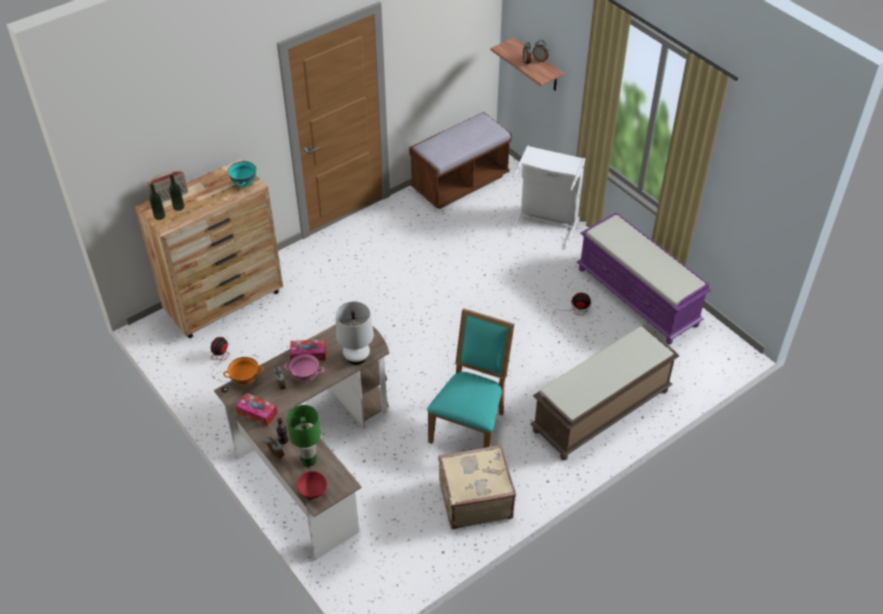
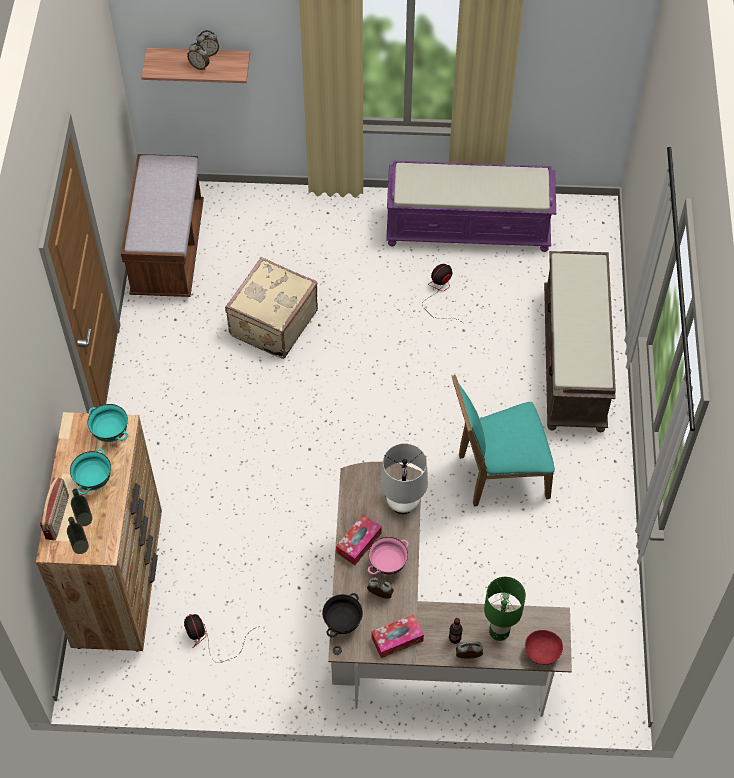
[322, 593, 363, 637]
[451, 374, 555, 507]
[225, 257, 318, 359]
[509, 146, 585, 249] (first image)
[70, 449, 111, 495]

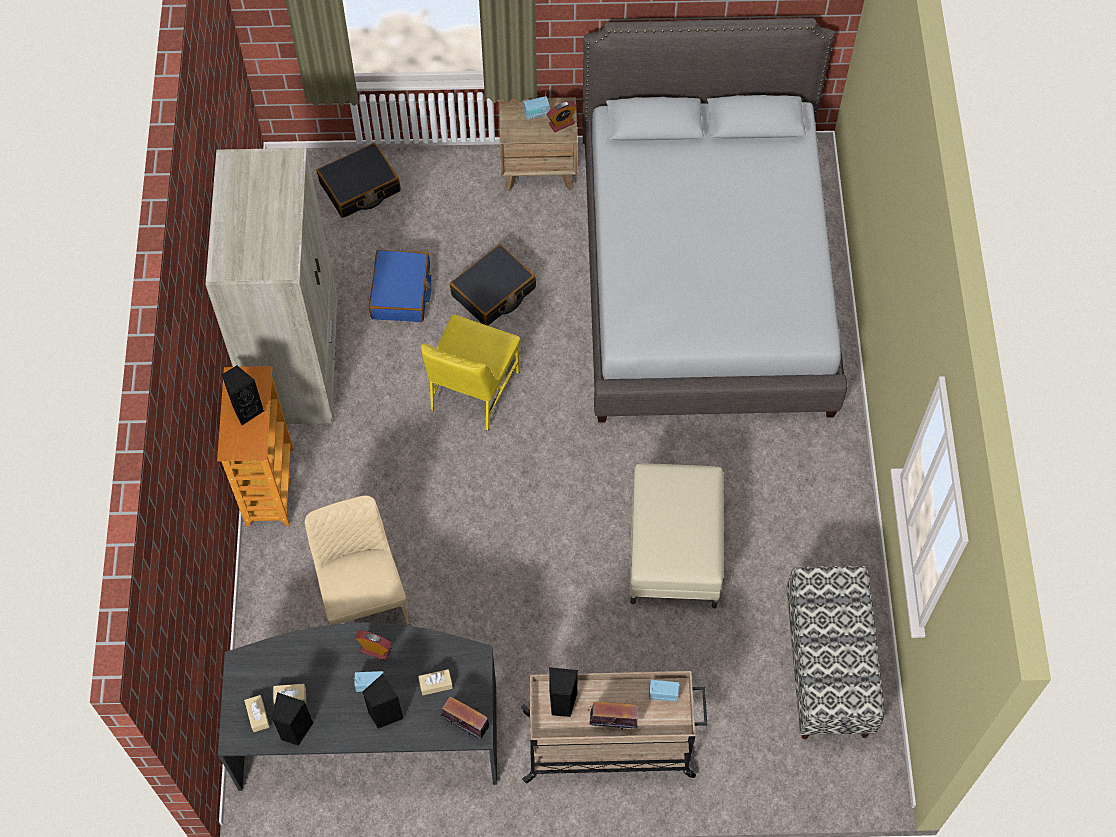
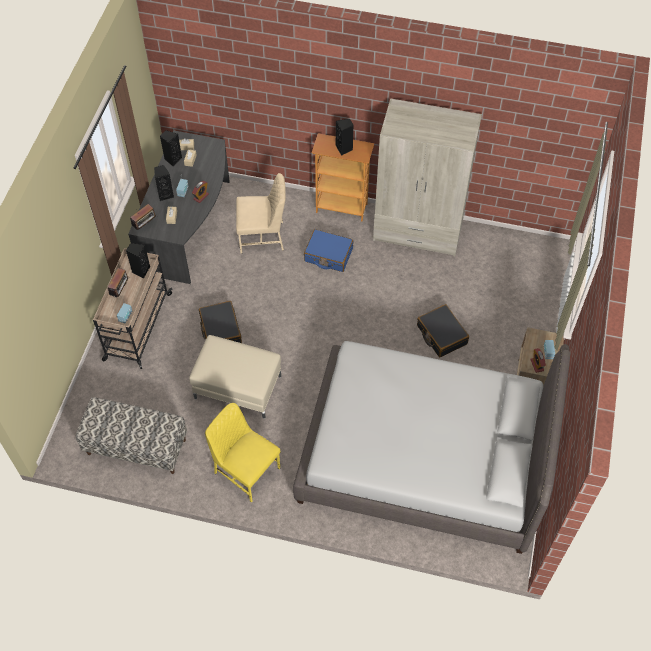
[199, 301, 242, 343]
[304, 229, 353, 272]
[205, 403, 281, 503]

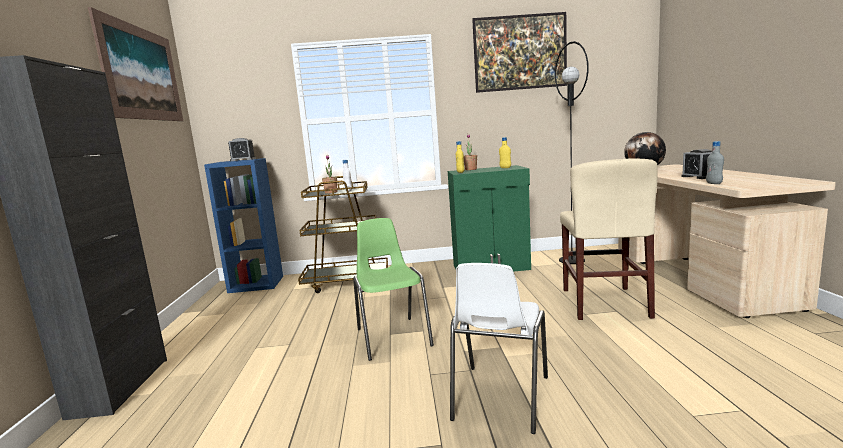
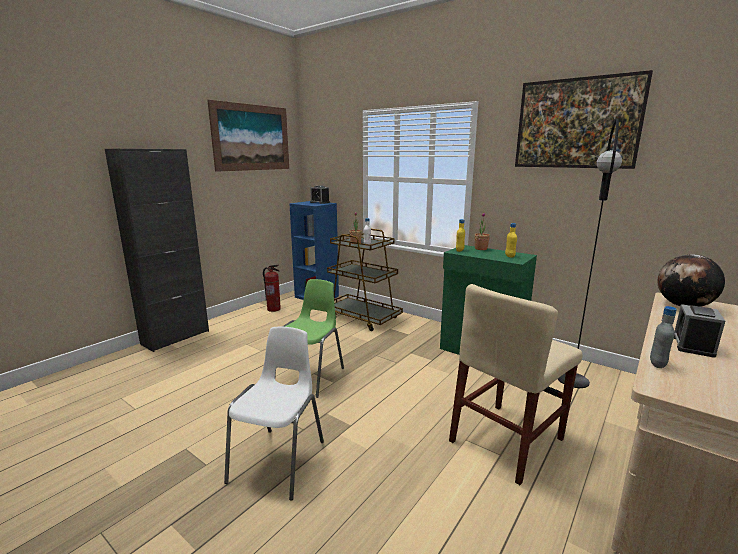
[224, 327, 324, 501]
[263, 265, 281, 312]

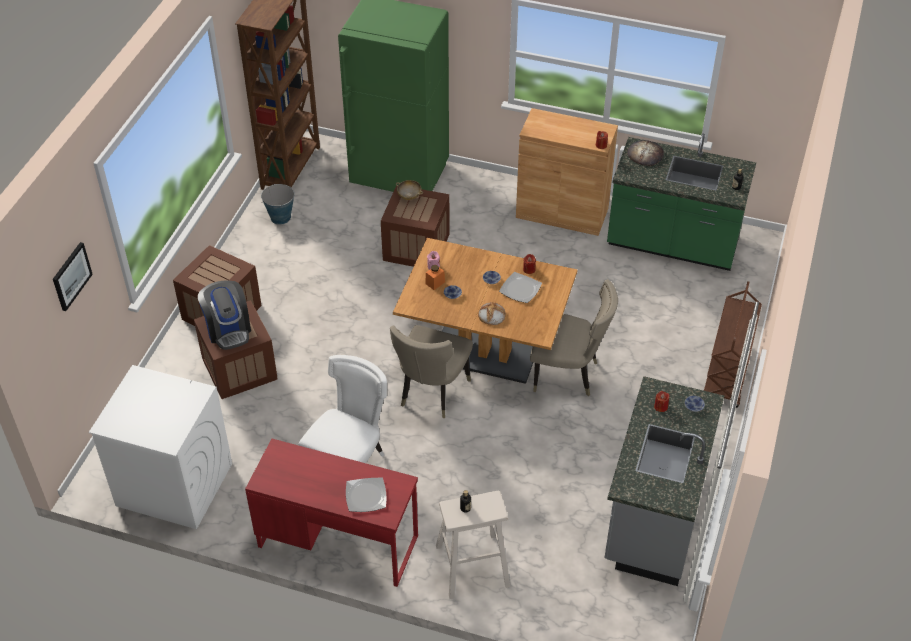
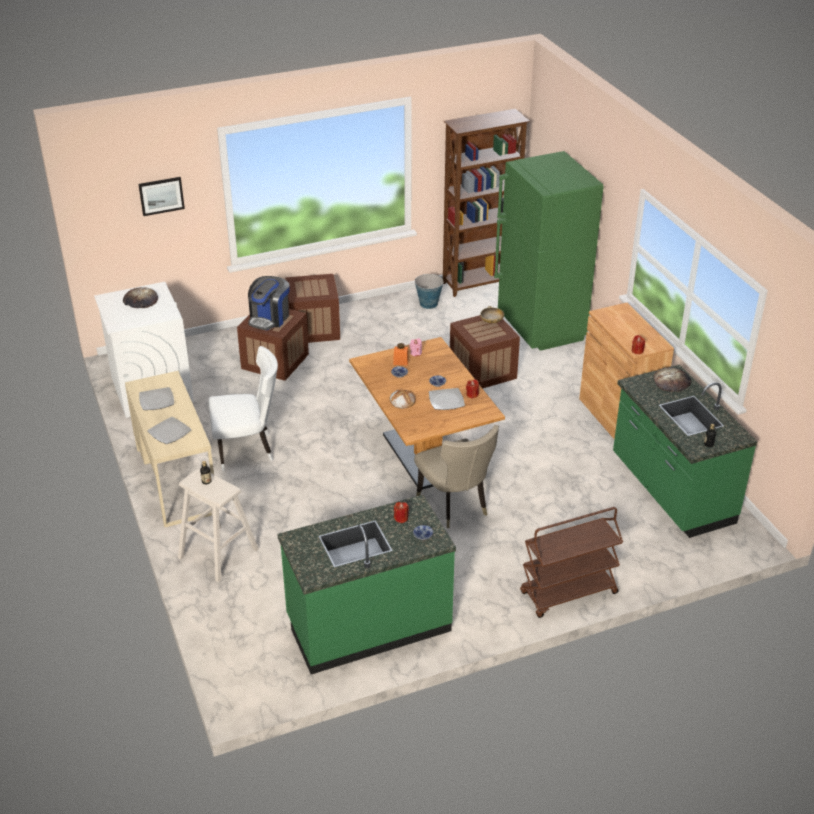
[125, 371, 214, 527]
[390, 325, 473, 418] (first image)
[277, 495, 456, 674]
[123, 287, 158, 308]
[139, 387, 174, 410]

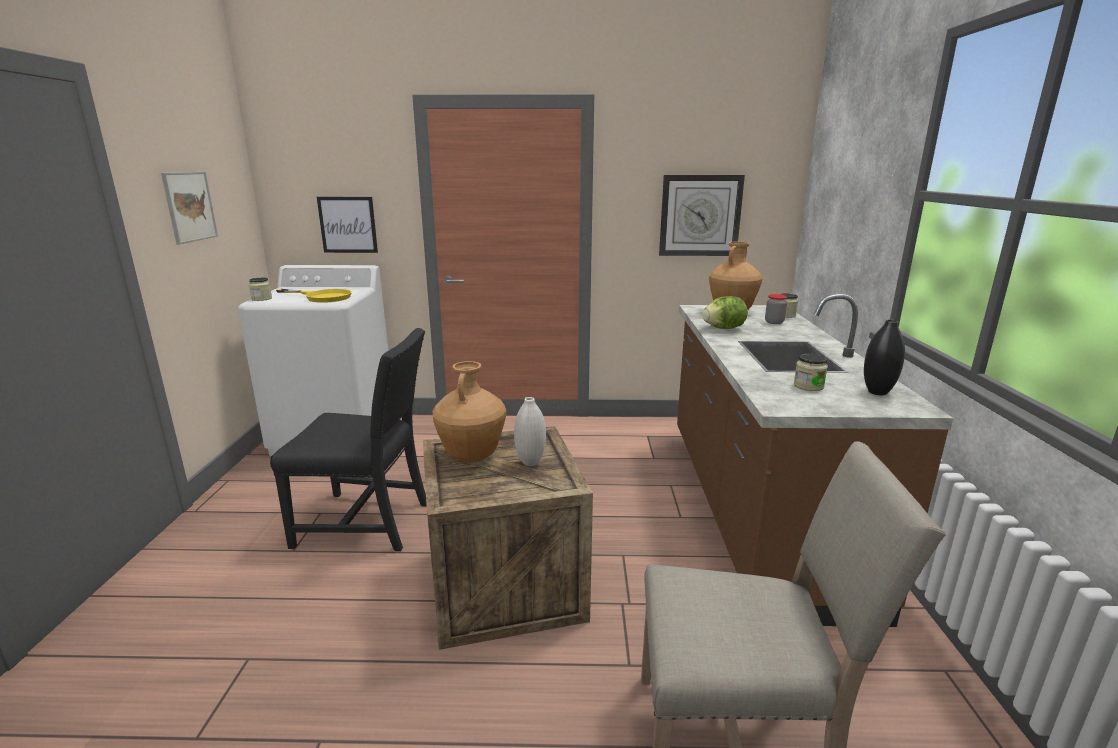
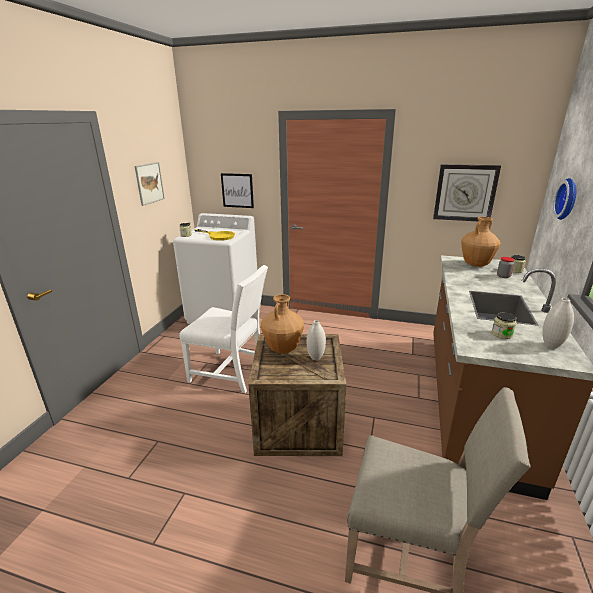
[179, 265, 268, 393]
[702, 296, 748, 329] (first image)
[542, 298, 574, 348]
[553, 178, 576, 220]

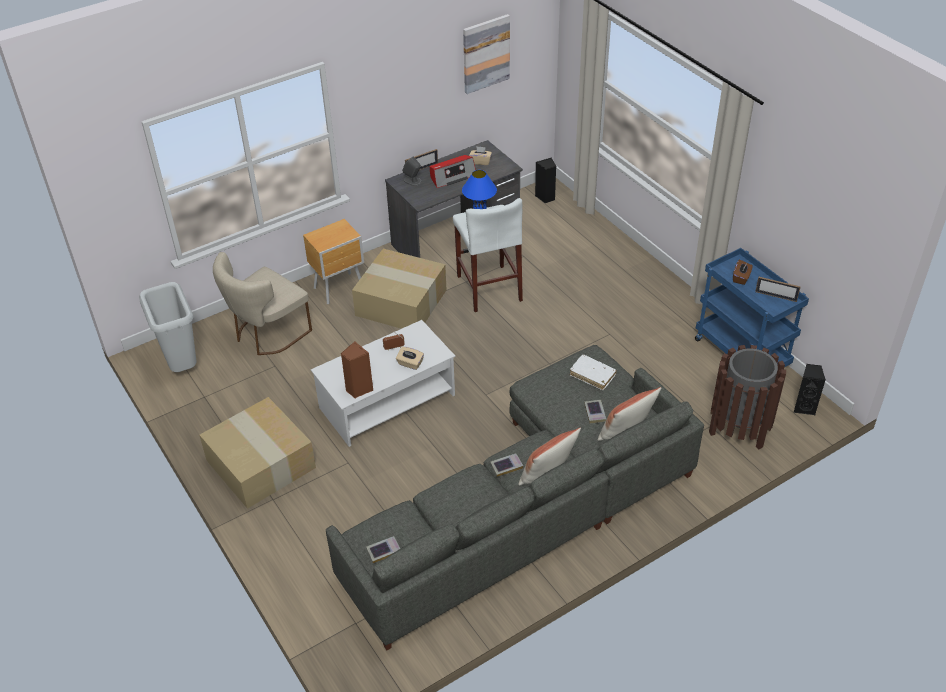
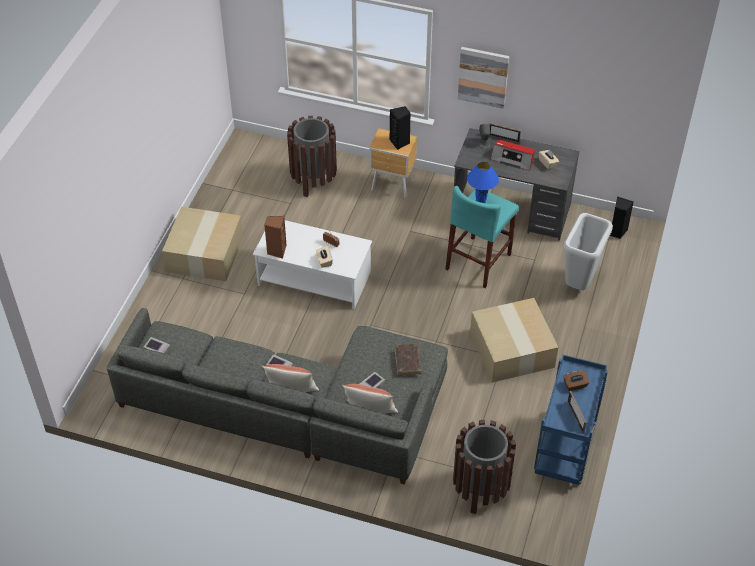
[564, 213, 613, 290]
[287, 116, 337, 197]
[470, 298, 558, 383]
[445, 186, 519, 288]
[458, 47, 509, 109]
[395, 344, 422, 376]
[390, 106, 411, 150]

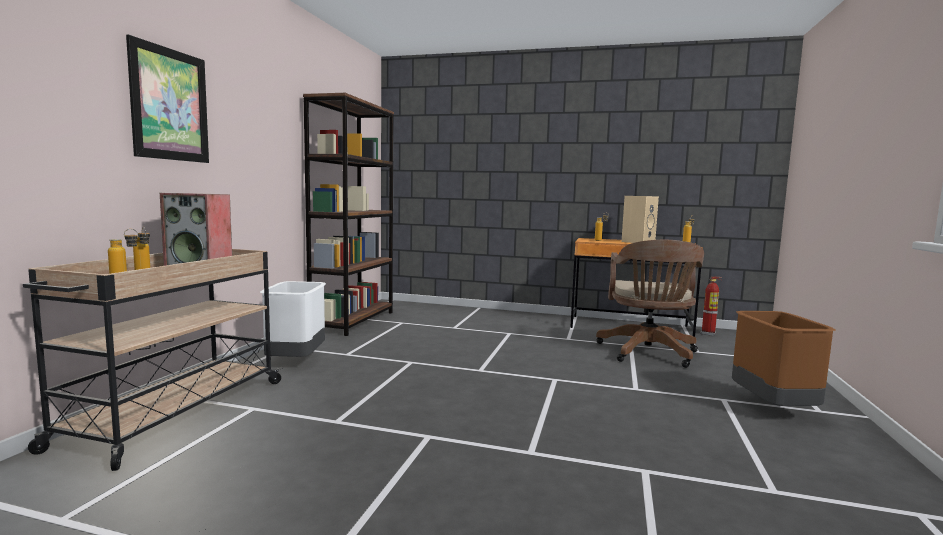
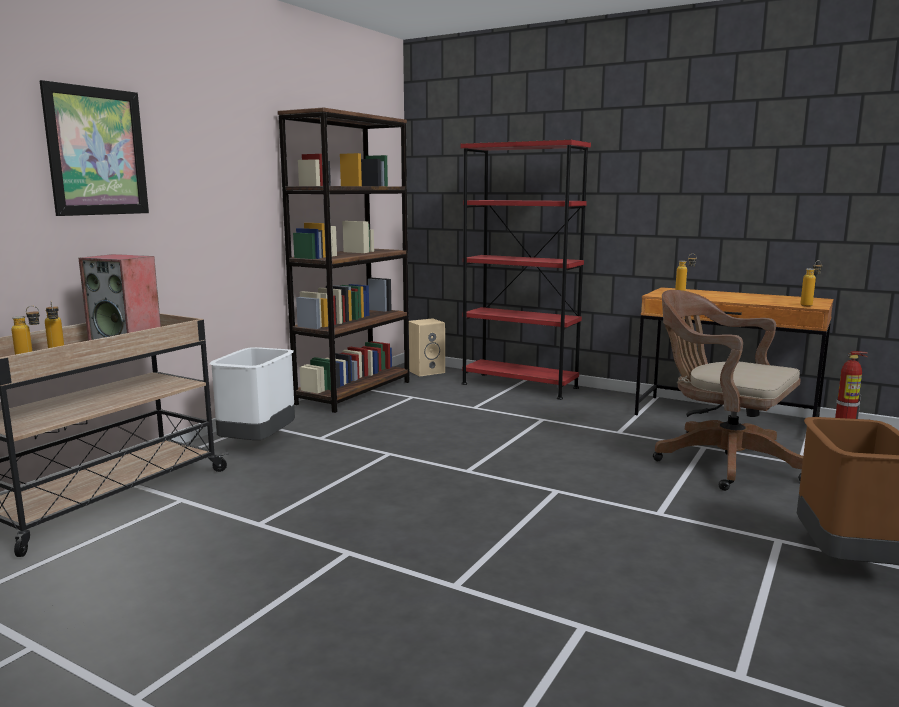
[653, 290, 803, 491]
[409, 318, 445, 377]
[461, 140, 591, 400]

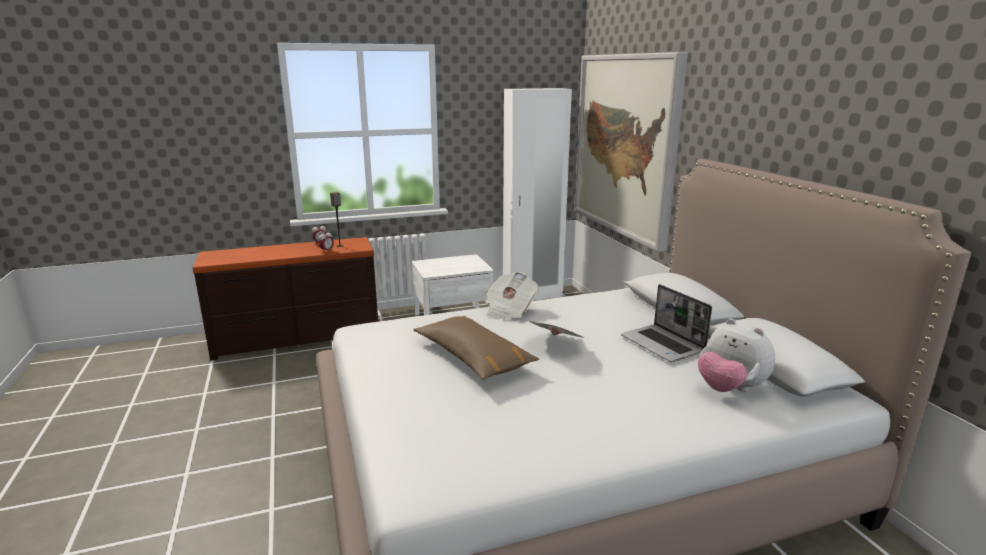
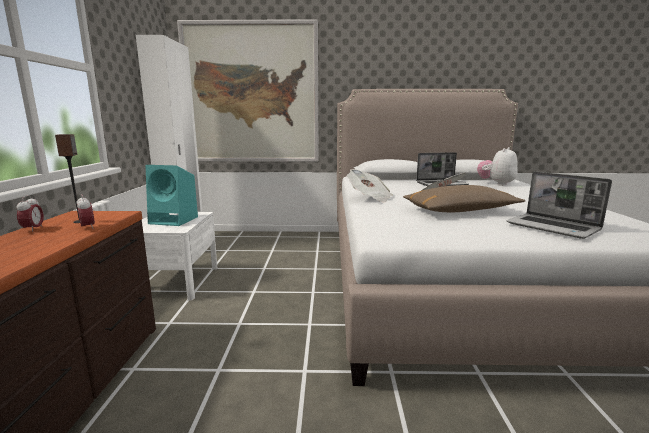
[477, 147, 518, 186]
[145, 165, 198, 226]
[507, 172, 612, 239]

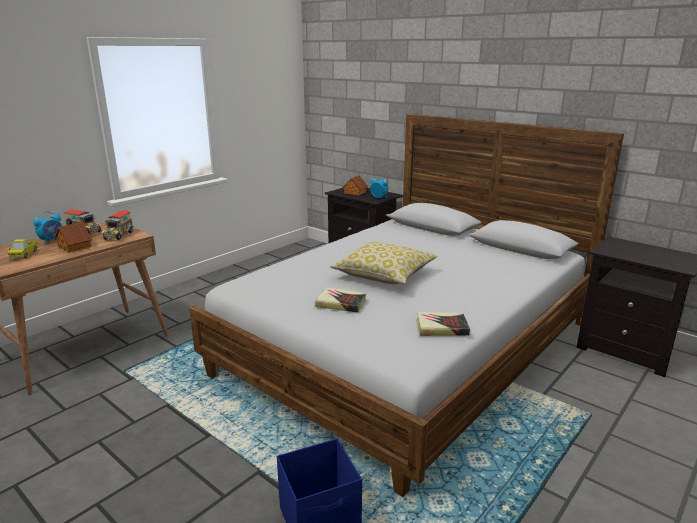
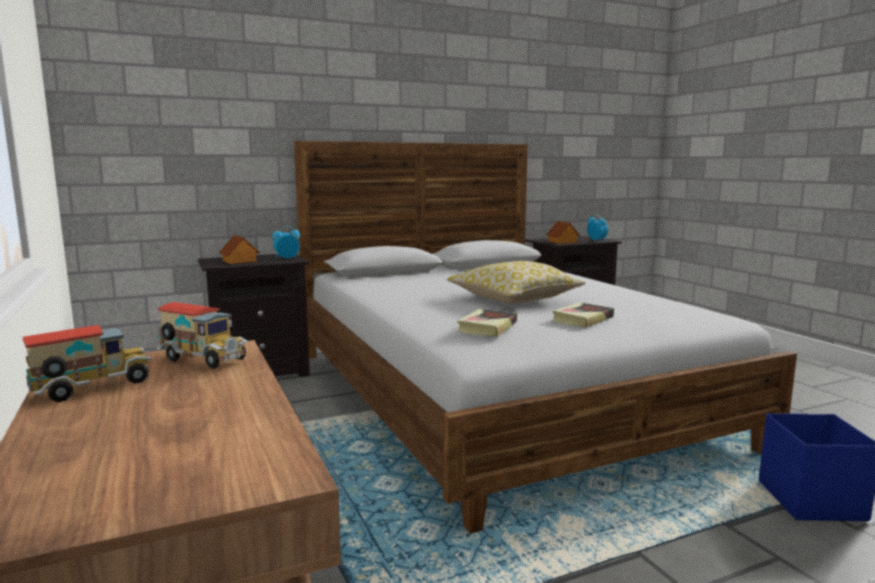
[8, 239, 38, 258] (first image)
[587, 214, 608, 241]
[546, 221, 580, 244]
[457, 309, 517, 337]

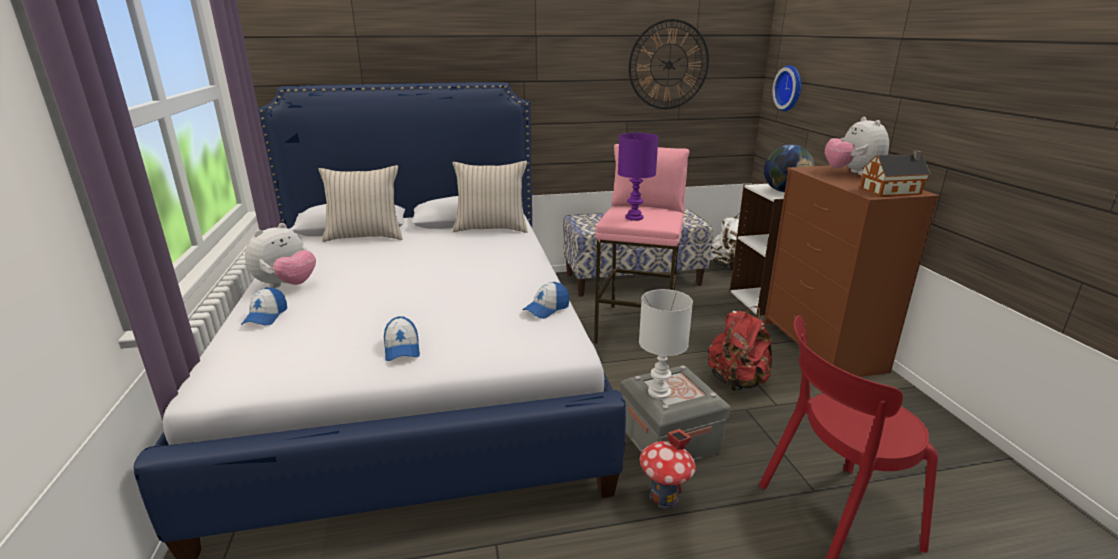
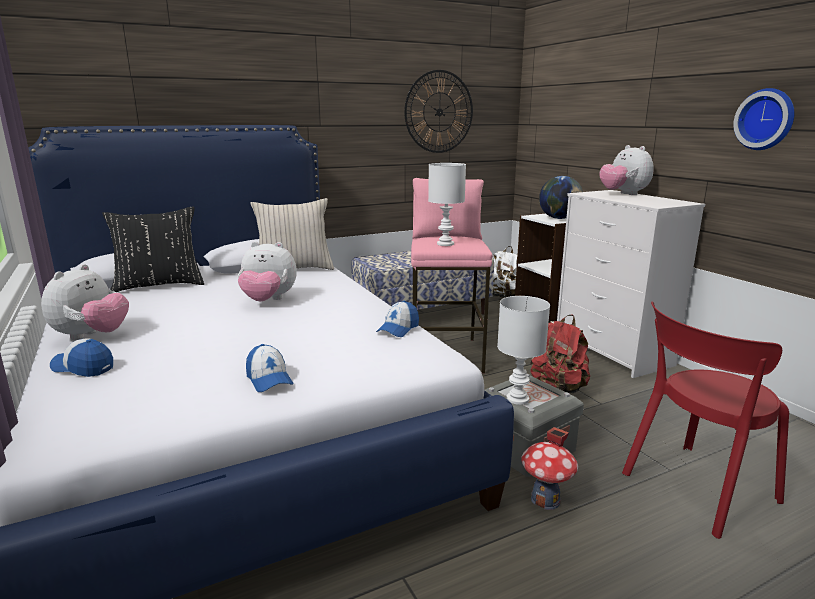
[50, 338, 113, 377]
[102, 206, 204, 292]
[428, 163, 466, 246]
[557, 190, 705, 378]
[733, 88, 795, 150]
[860, 151, 931, 197] (first image)
[238, 241, 297, 301]

